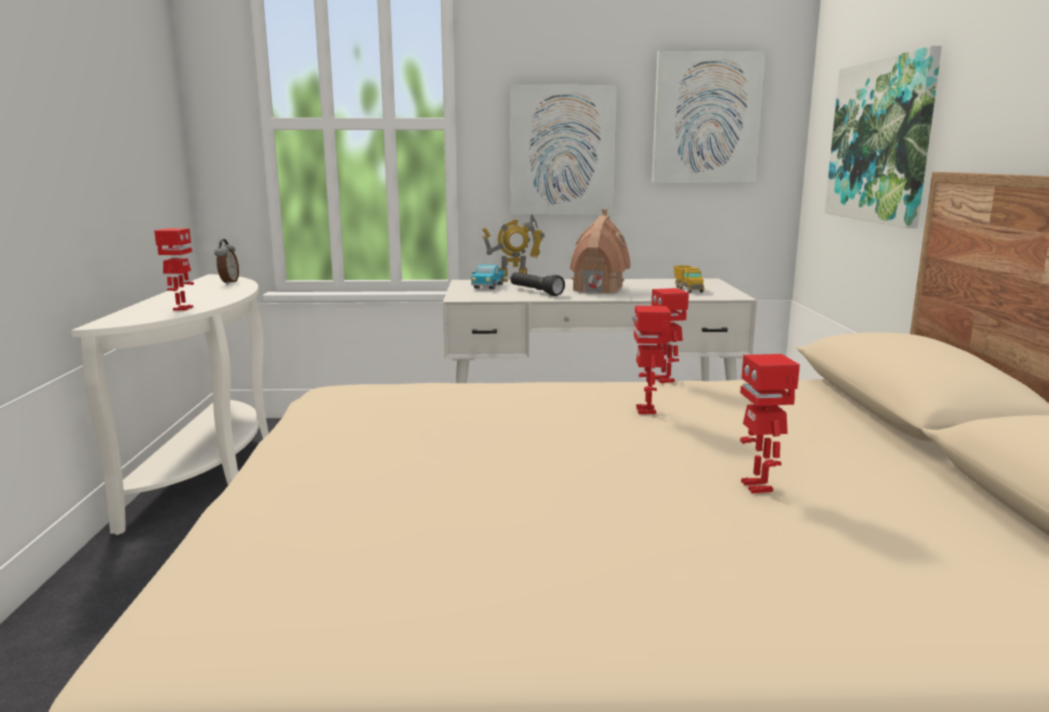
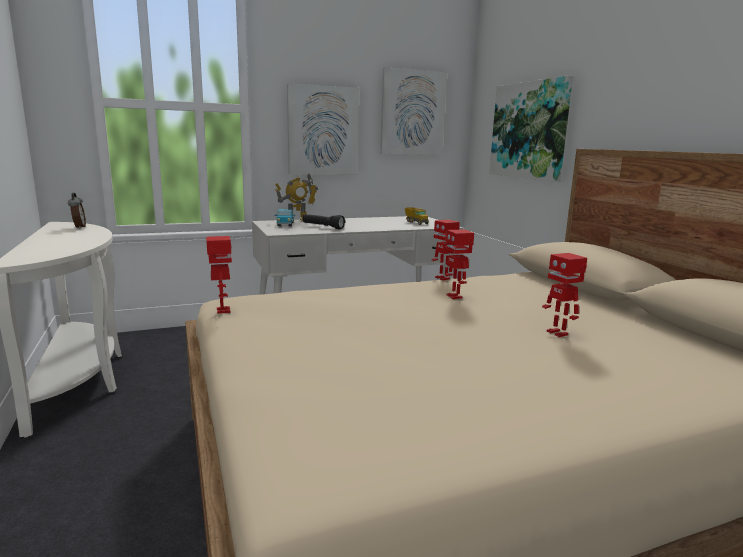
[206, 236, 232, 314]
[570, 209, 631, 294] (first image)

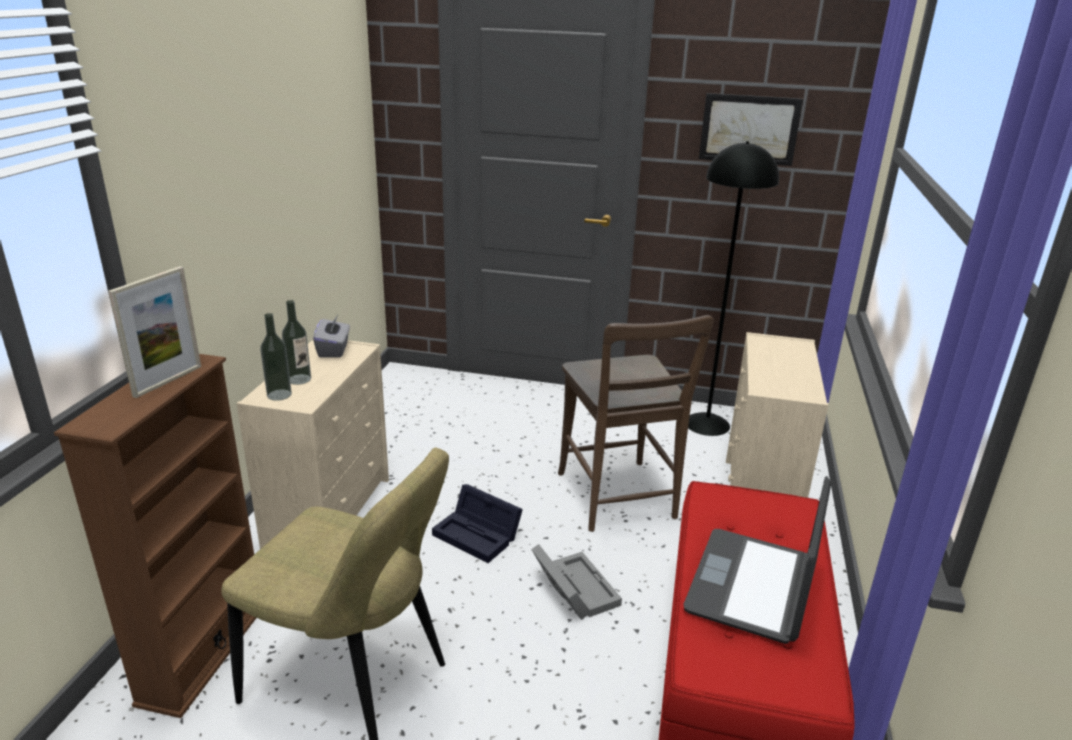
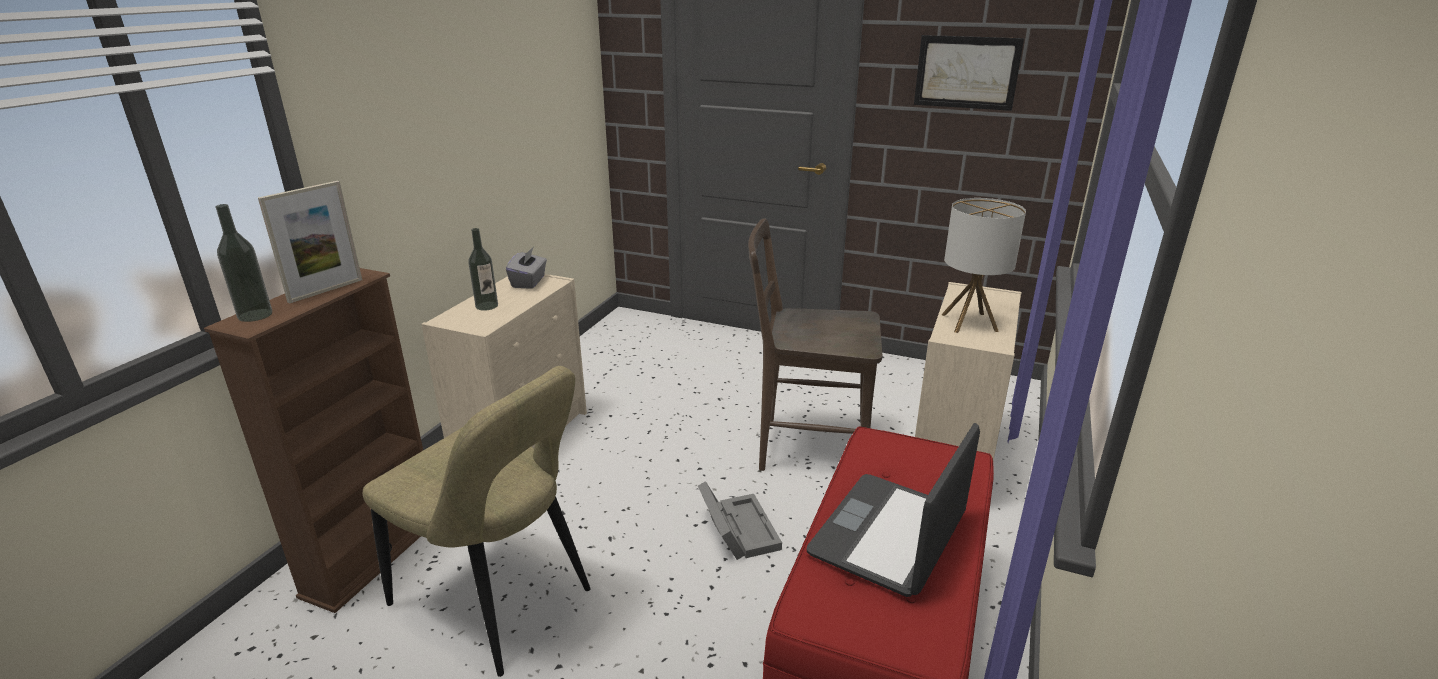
[215, 204, 272, 322]
[432, 484, 523, 563] (first image)
[748, 219, 883, 471]
[688, 141, 779, 436] (first image)
[942, 198, 1026, 333]

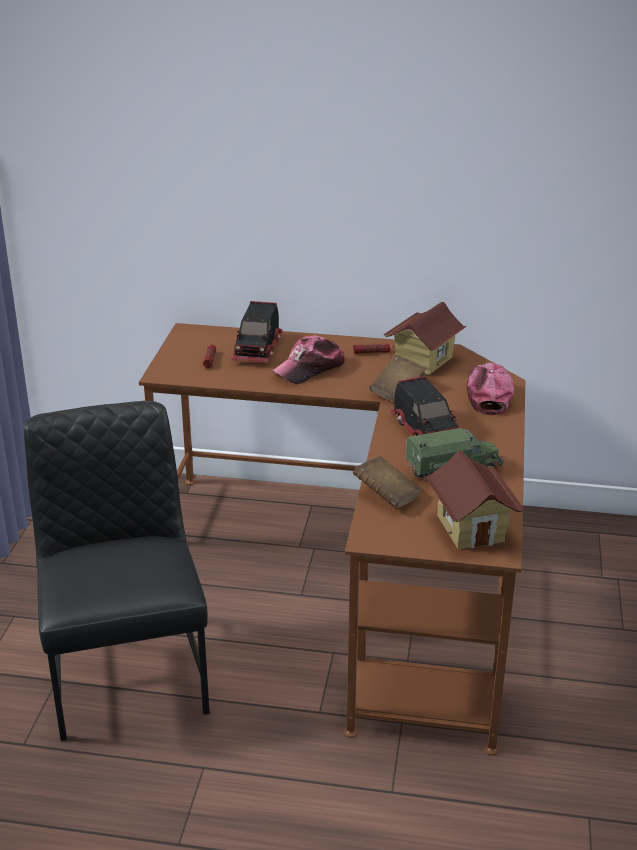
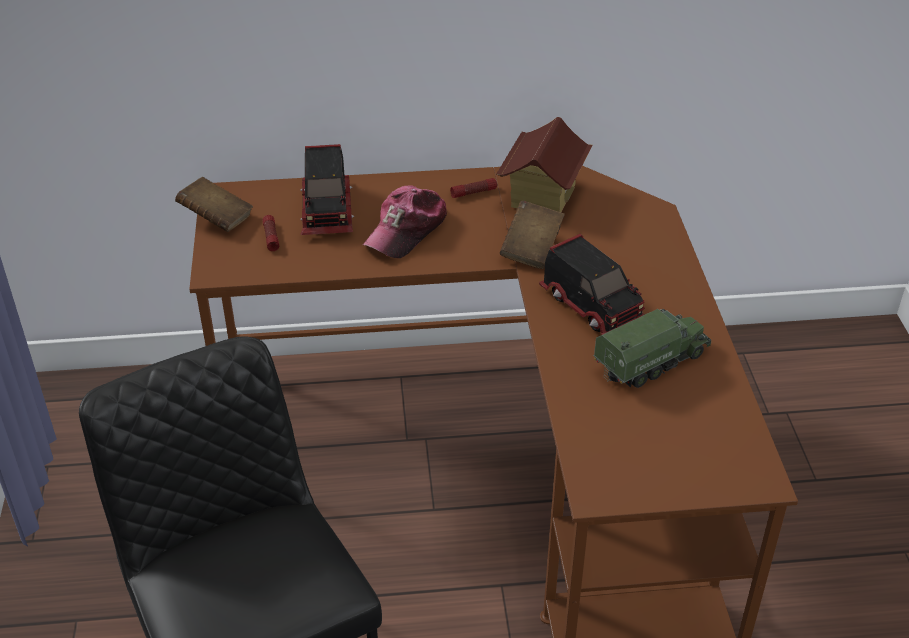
[175, 177, 253, 232]
[425, 450, 525, 549] (first image)
[467, 363, 514, 415] (first image)

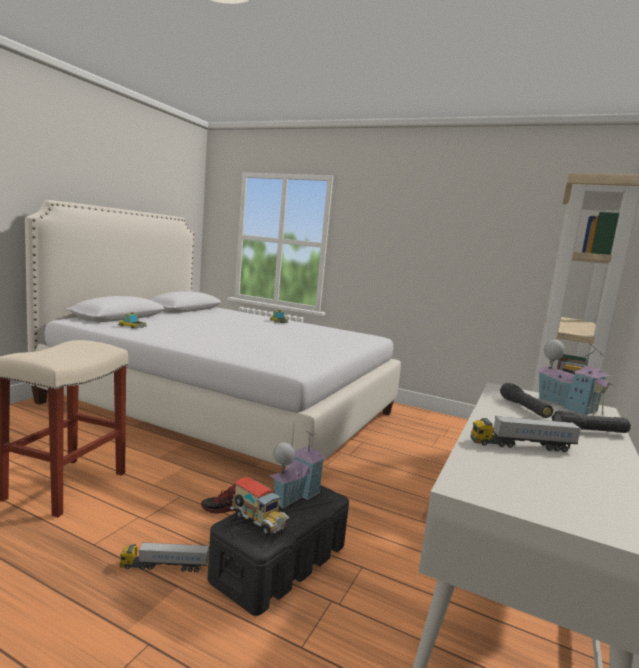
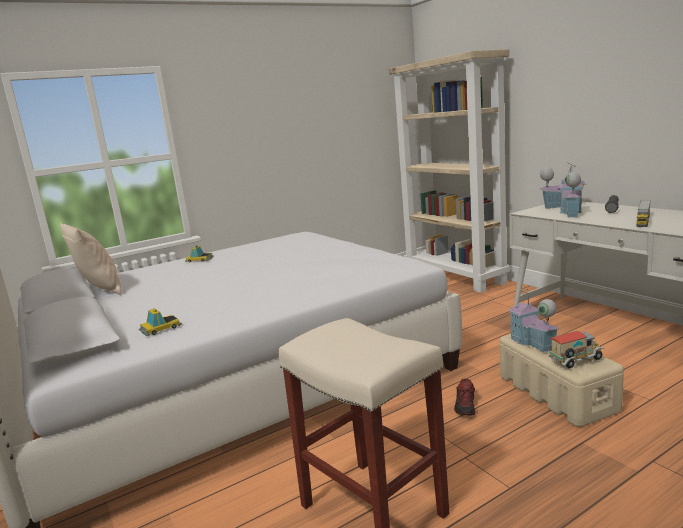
[120, 542, 209, 572] (first image)
[500, 334, 624, 427]
[559, 167, 583, 217]
[60, 223, 122, 295]

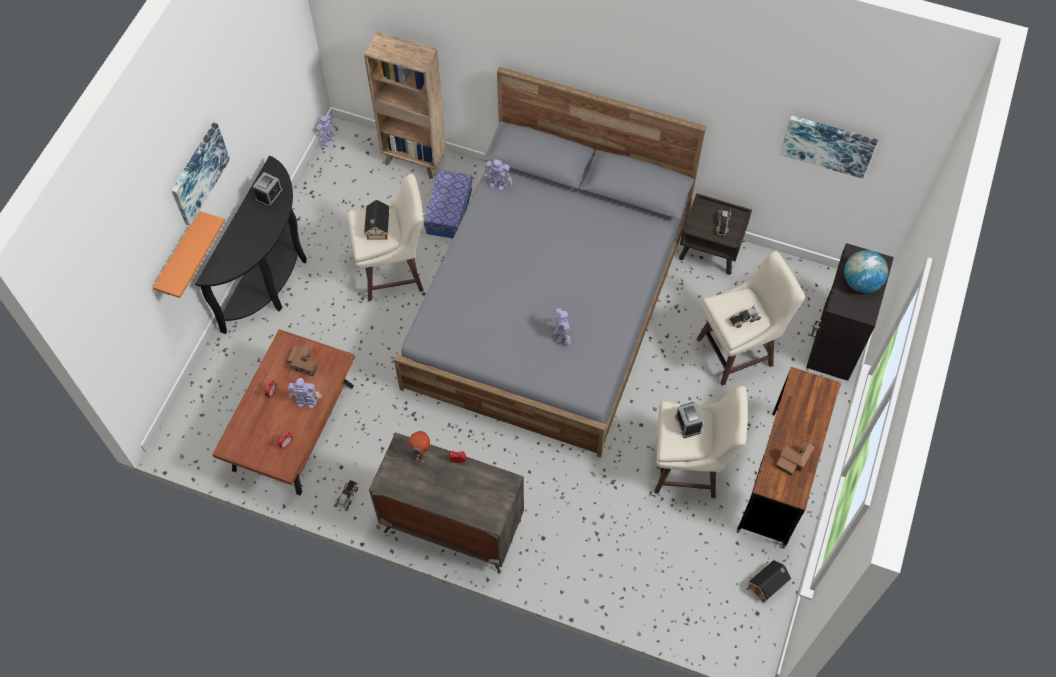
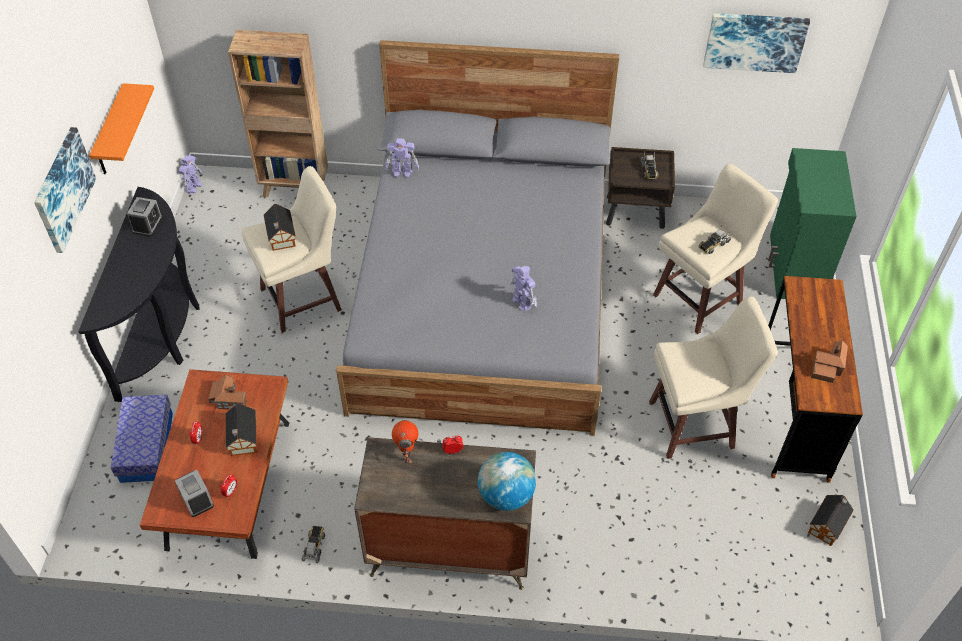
[89, 83, 154, 174]
[225, 404, 257, 456]
[111, 395, 173, 483]
[175, 470, 214, 517]
[768, 148, 857, 299]
[478, 452, 536, 511]

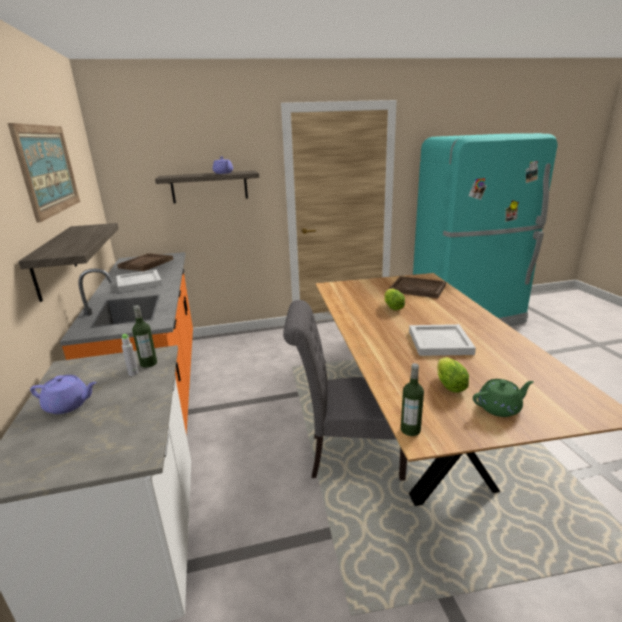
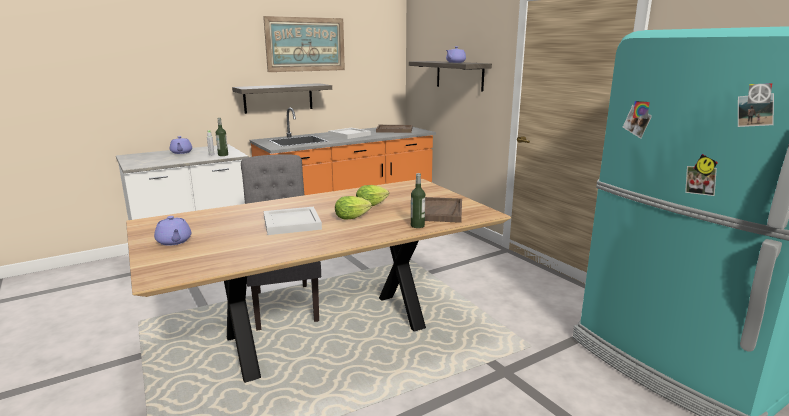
[411, 173, 425, 228]
[335, 196, 372, 219]
[154, 216, 191, 246]

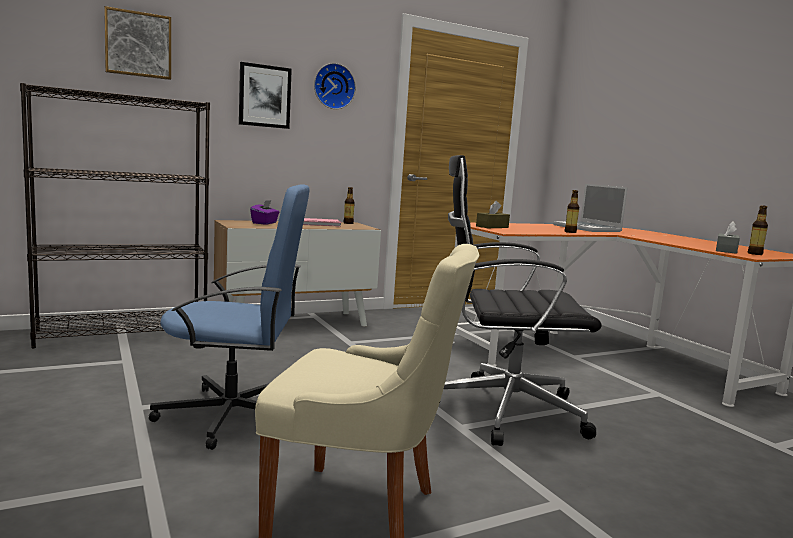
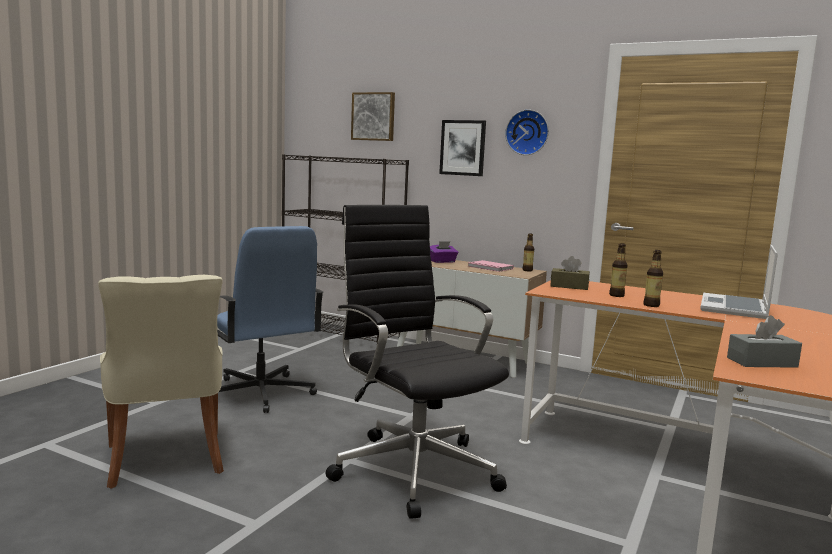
[609, 243, 627, 297]

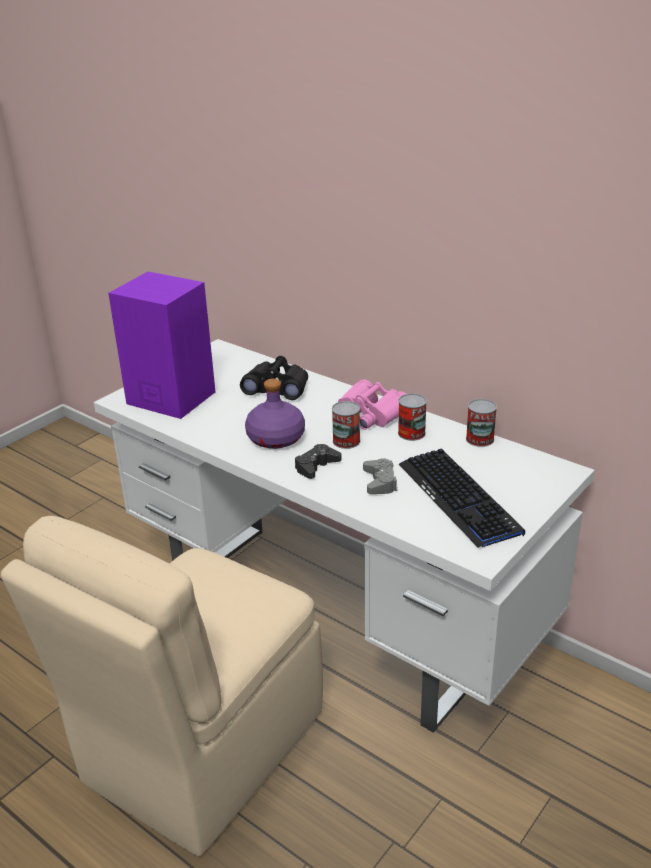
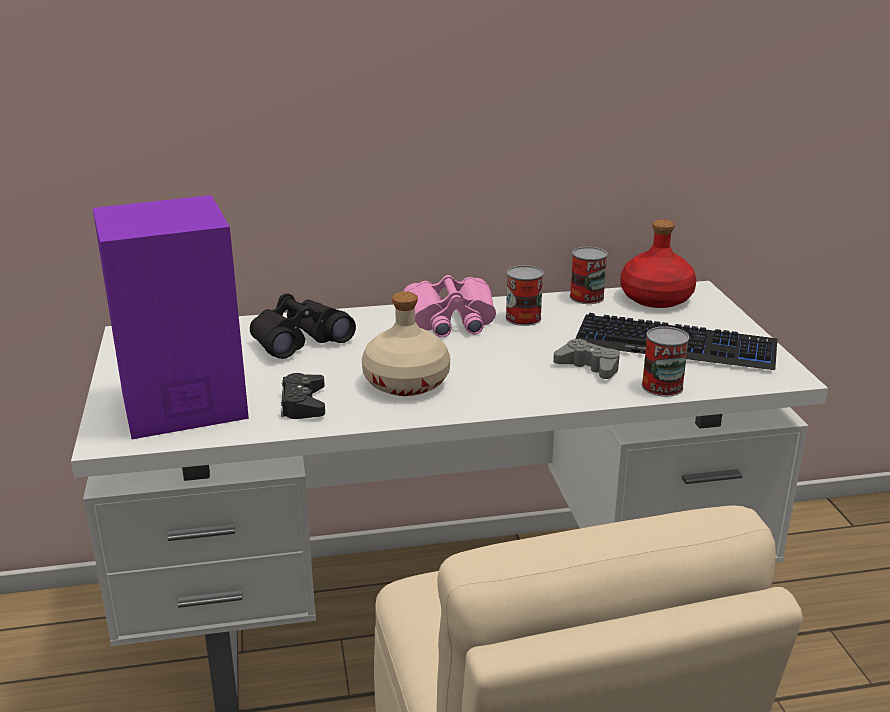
[362, 291, 450, 396]
[281, 373, 325, 419]
[642, 327, 689, 397]
[620, 220, 697, 308]

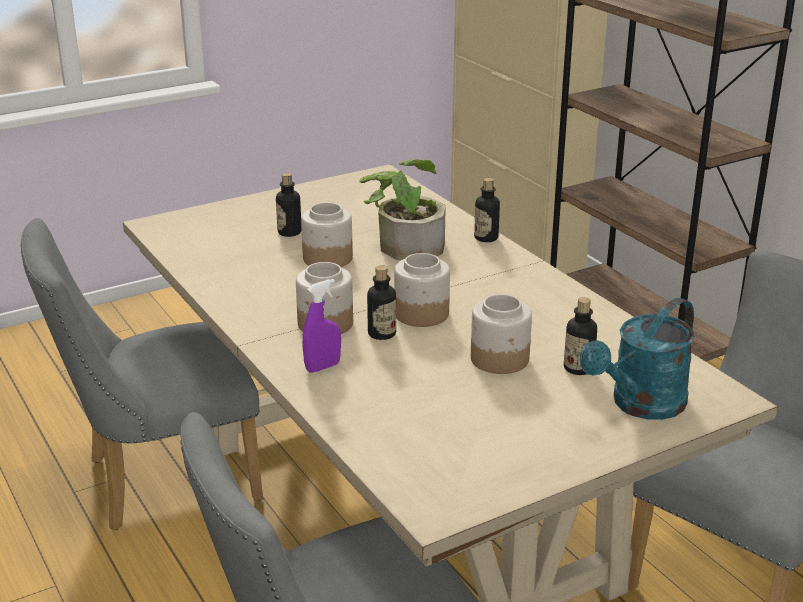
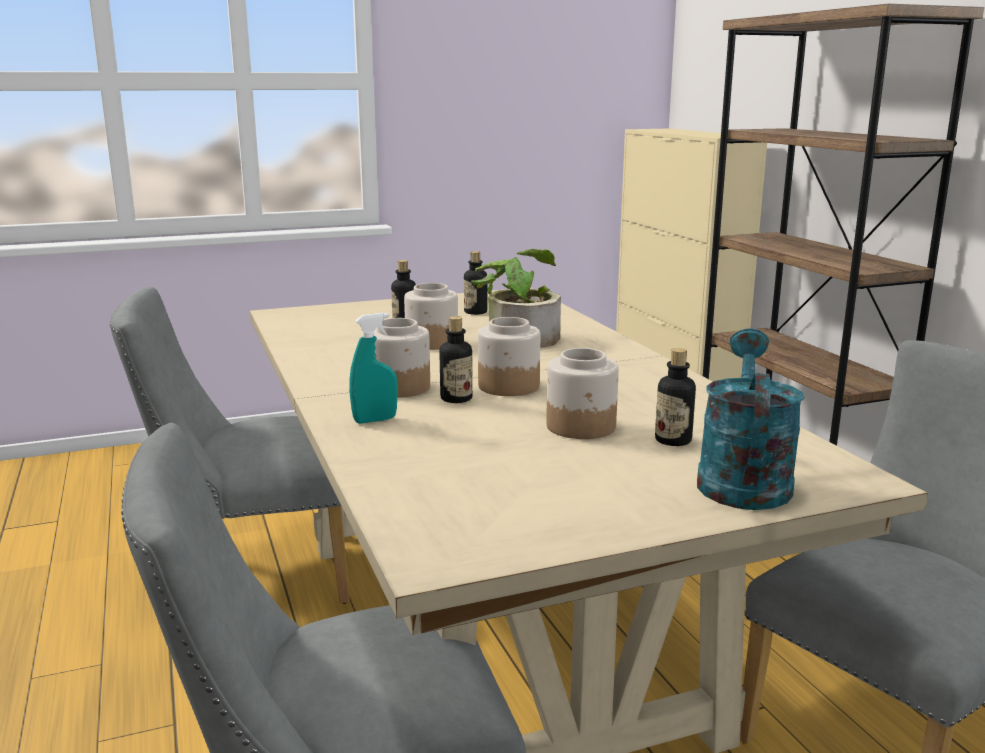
[349, 313, 398, 424]
[464, 251, 487, 315]
[697, 328, 804, 510]

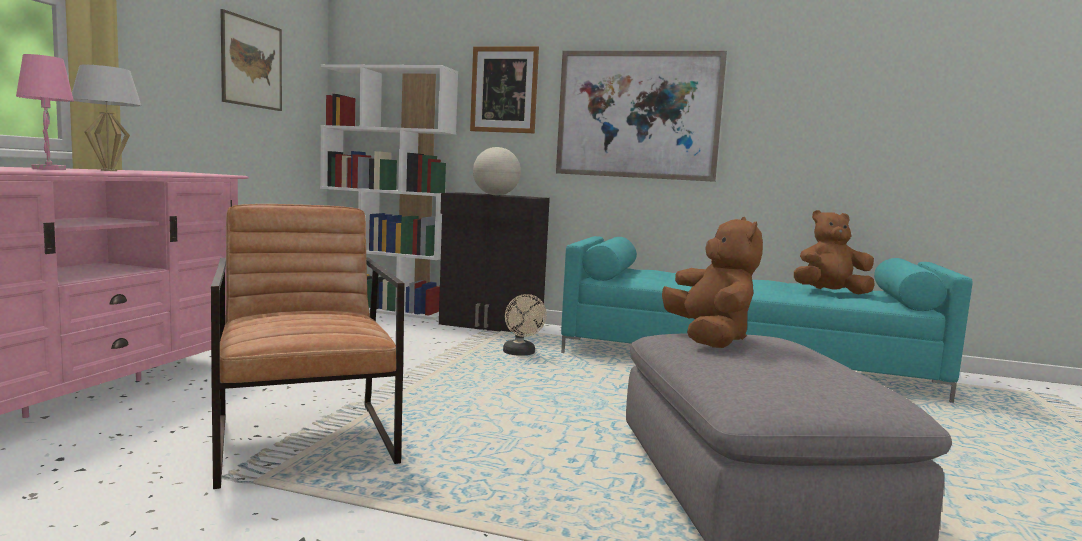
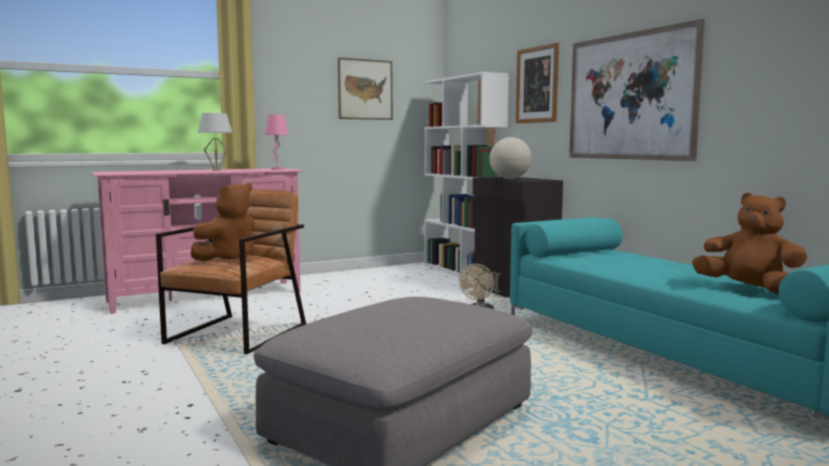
[265, 114, 288, 170]
[191, 183, 256, 261]

